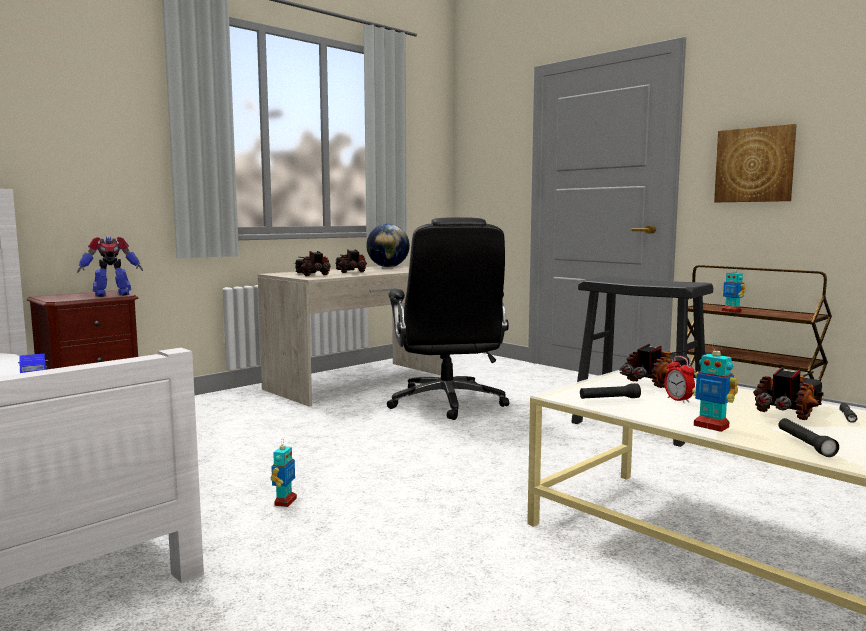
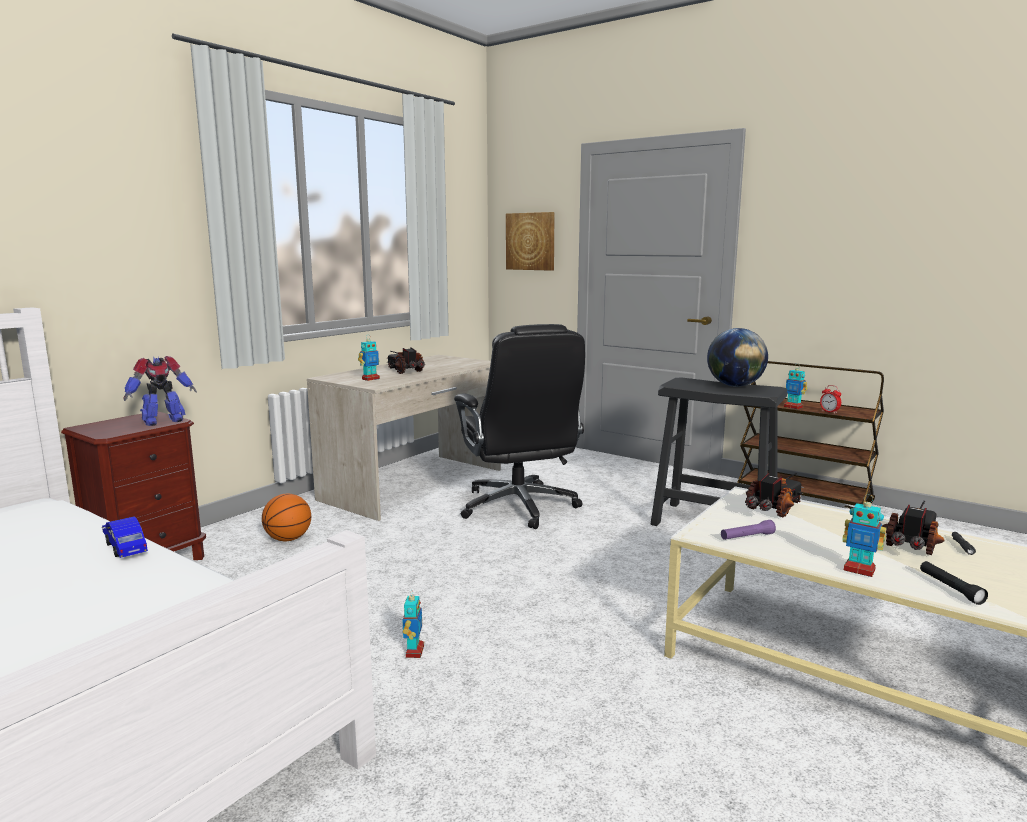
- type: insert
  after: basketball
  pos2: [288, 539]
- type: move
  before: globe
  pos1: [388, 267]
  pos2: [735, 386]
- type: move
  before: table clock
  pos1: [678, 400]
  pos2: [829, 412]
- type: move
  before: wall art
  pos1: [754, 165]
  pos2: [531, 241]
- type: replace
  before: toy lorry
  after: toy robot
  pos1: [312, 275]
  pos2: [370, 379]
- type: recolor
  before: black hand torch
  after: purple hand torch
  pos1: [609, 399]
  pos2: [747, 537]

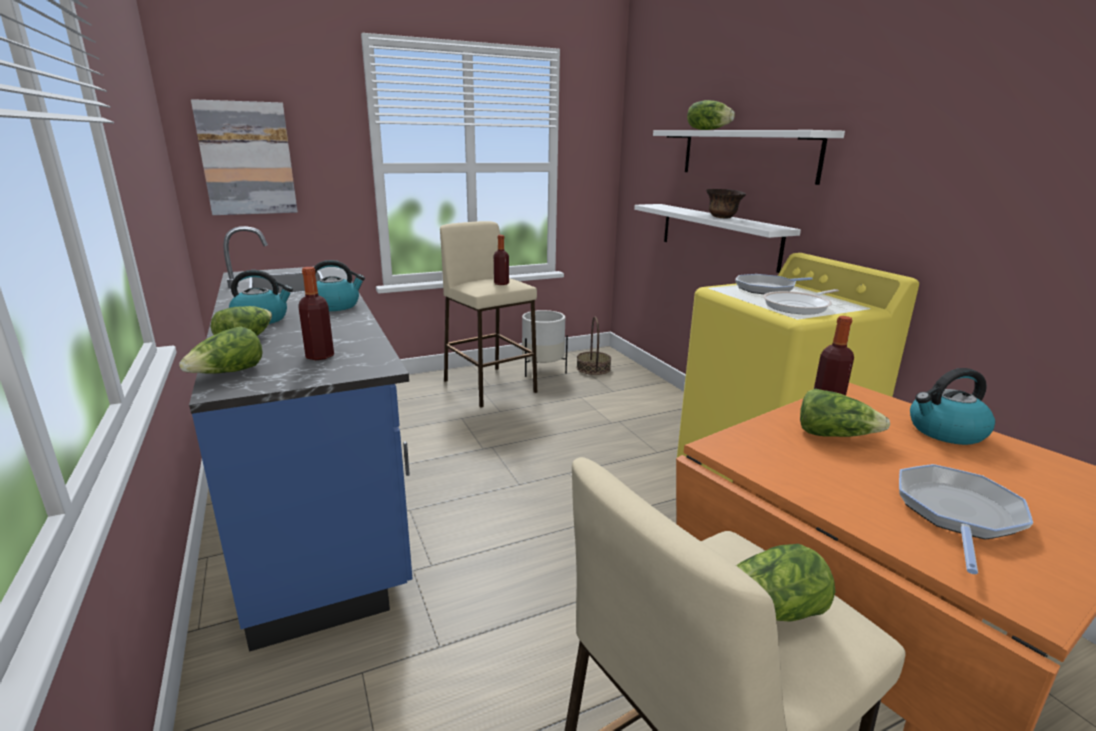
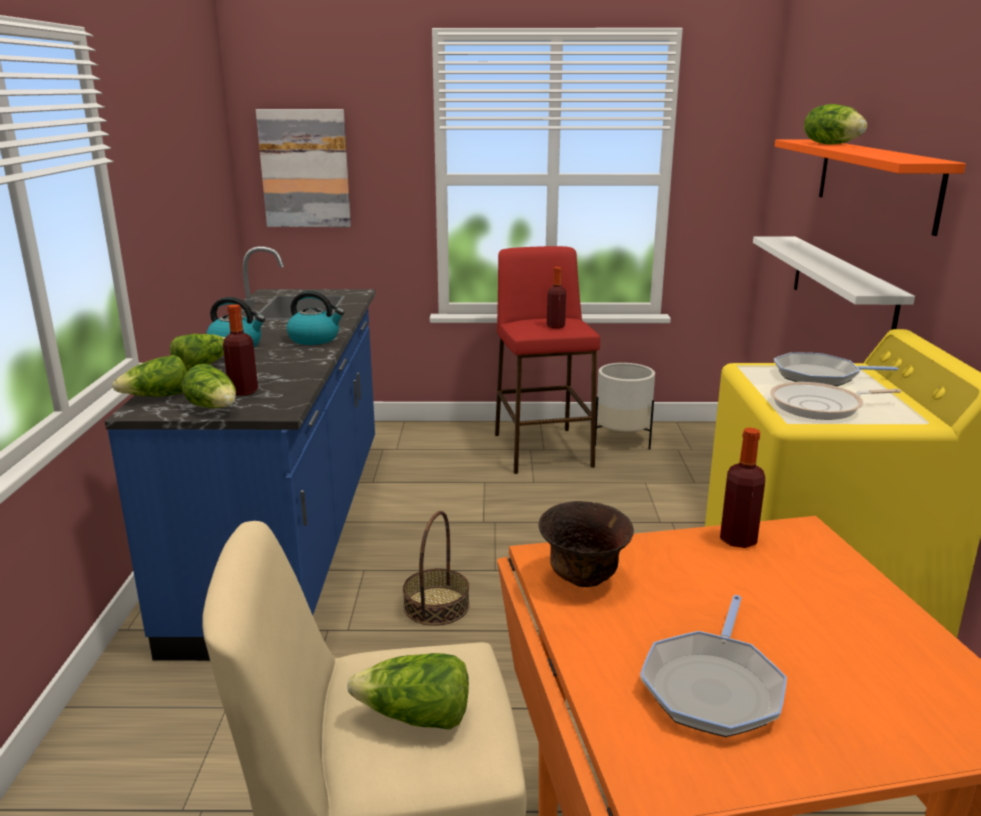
- type: delete
  before: kettle
  pos1: [945, 432]
- type: move
  before: household basket
  pos1: [593, 368]
  pos2: [436, 606]
- type: move
  before: brown bowl
  pos1: [722, 218]
  pos2: [583, 579]
- type: move
  before: lettuce
  pos1: [834, 435]
  pos2: [214, 408]
- type: recolor
  before: sand-coloured stool
  after: red-coloured stool
  pos1: [489, 386]
  pos2: [542, 450]
- type: recolor
  before: white-coloured wall shelf
  after: orange wall shelf
  pos1: [746, 154]
  pos2: [875, 181]
- type: rotate
  before: pan
  pos1: [957, 514]
  pos2: [713, 686]
  turn: 150

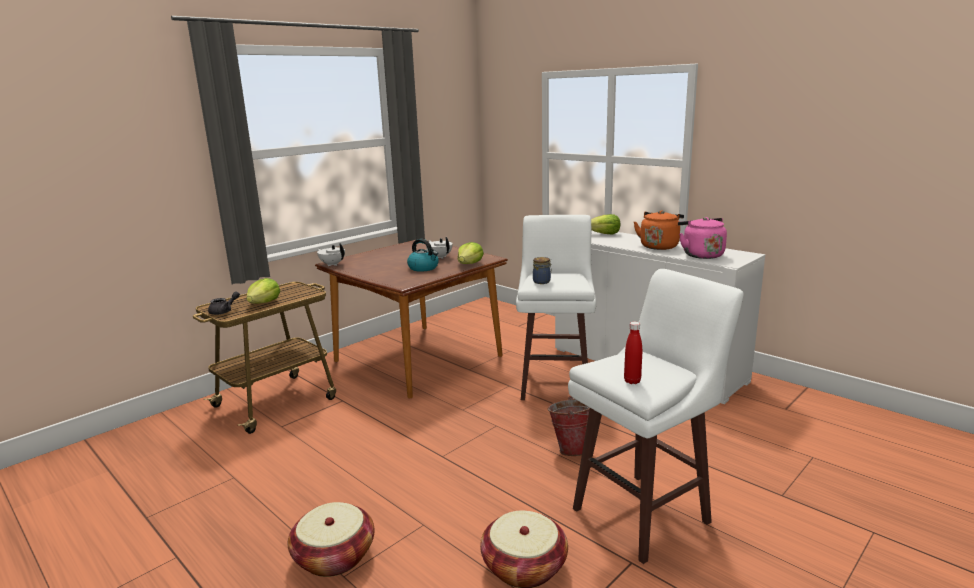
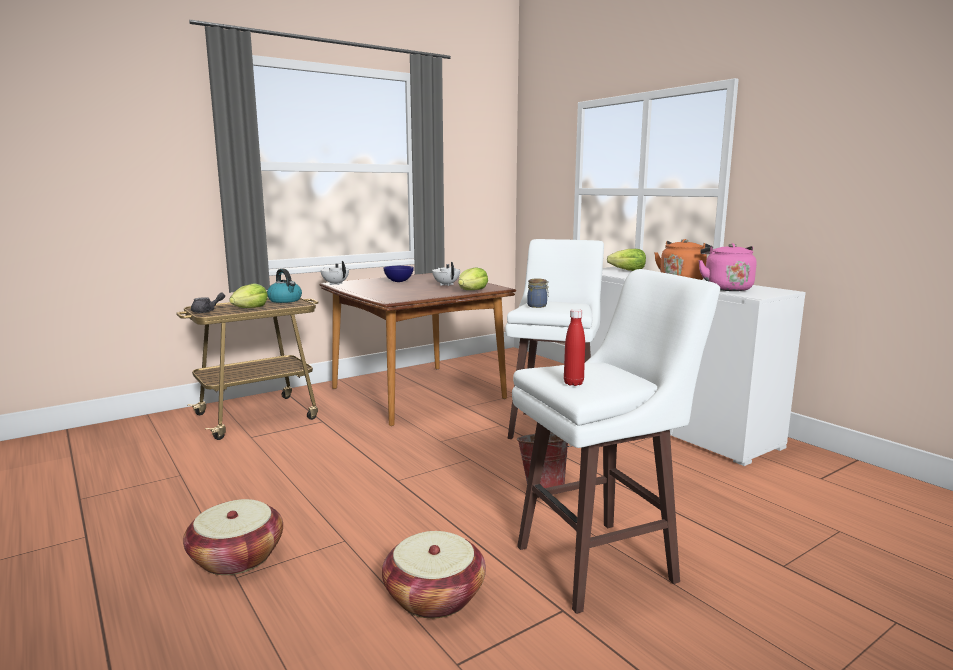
- type: insert
  after: blue-coloured bowl
  pos2: [399, 281]
- type: move
  before: kettle
  pos1: [424, 268]
  pos2: [285, 300]

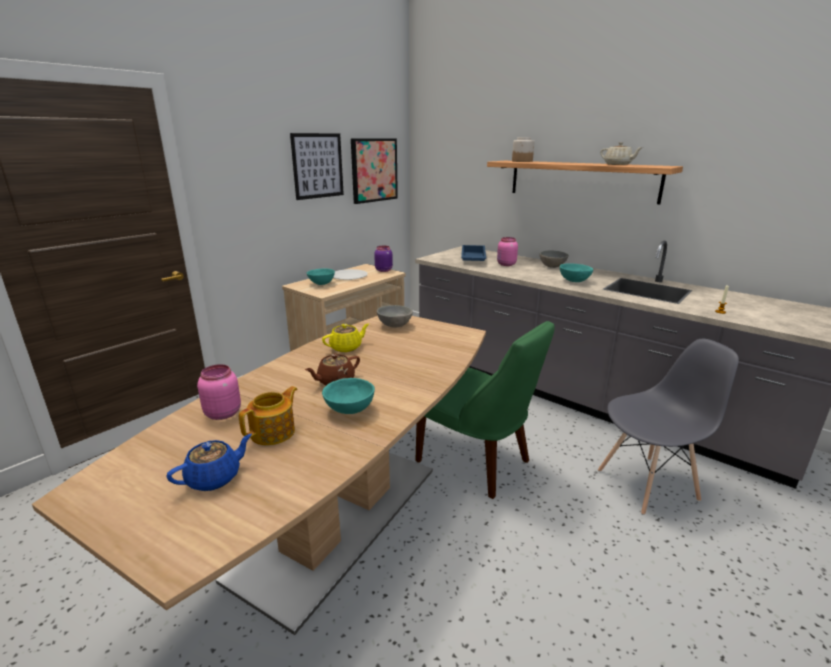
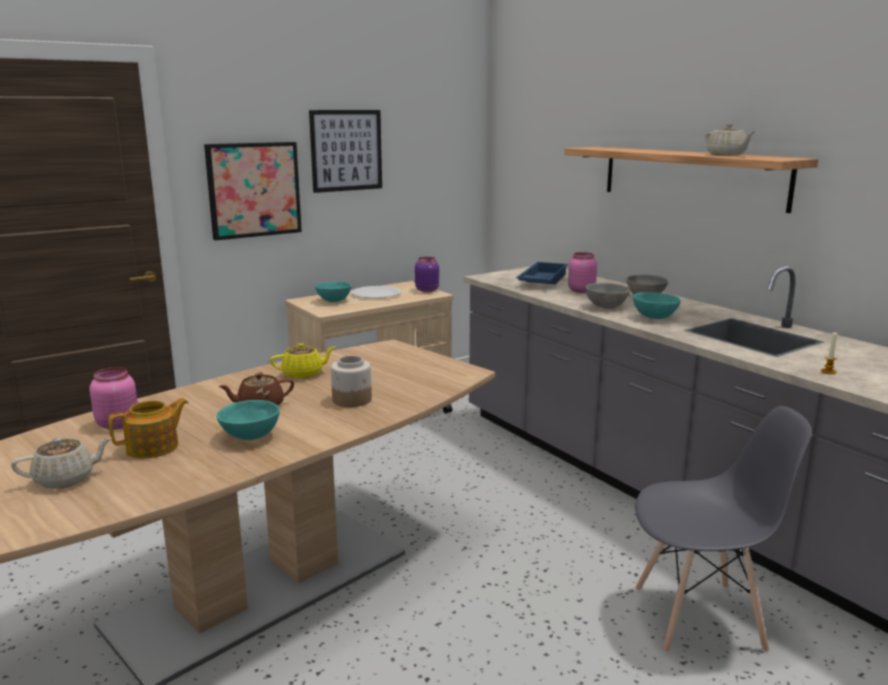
- type: delete
  before: green-coloured upright chair
  pos1: [477, 463]
- type: move
  before: wall art
  pos1: [374, 170]
  pos2: [254, 190]
- type: move
  before: gray bowl
  pos1: [395, 325]
  pos2: [606, 306]
- type: move
  before: preserve jar
  pos1: [522, 161]
  pos2: [352, 400]
- type: recolor
  before: blue-coloured teapot
  after: sand-coloured teapot
  pos1: [215, 478]
  pos2: [66, 479]

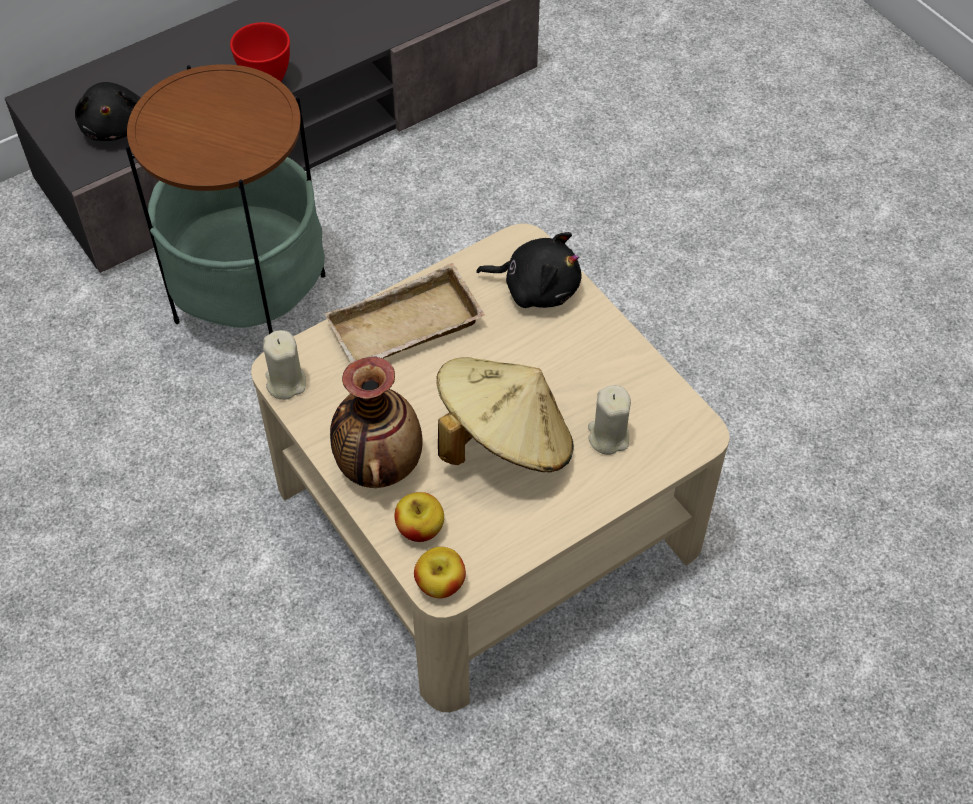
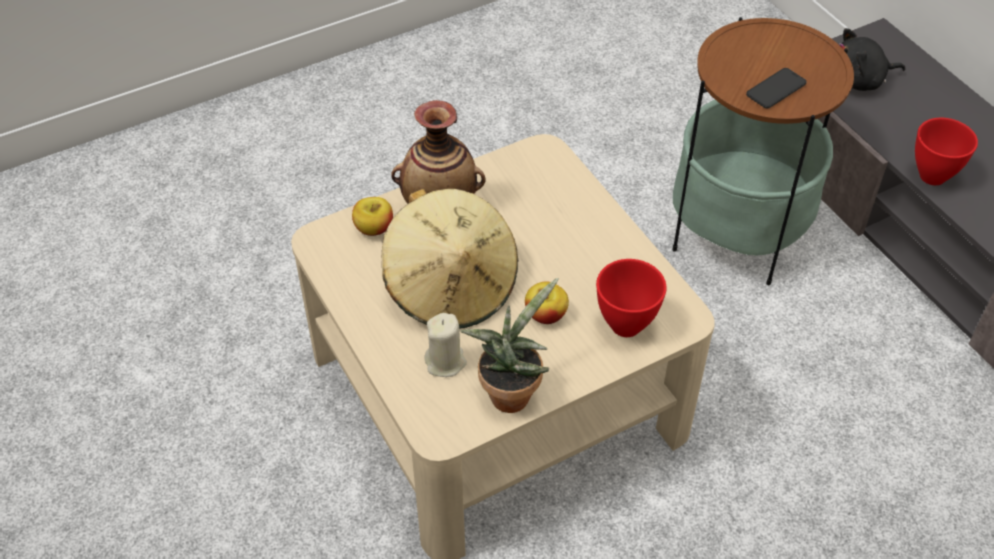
- type: delete
  before: sand-coloured wax light
  pos1: [285, 382]
- type: delete
  before: sand-coloured tray
  pos1: [405, 330]
- type: insert
  after: plant in a pot
  pos2: [511, 391]
- type: insert
  after: telephone
  pos2: [776, 89]
- type: move
  before: apple
  pos1: [440, 584]
  pos2: [546, 315]
- type: replace
  before: black cuddly toy
  after: red-coloured bowl
  pos1: [536, 288]
  pos2: [627, 325]

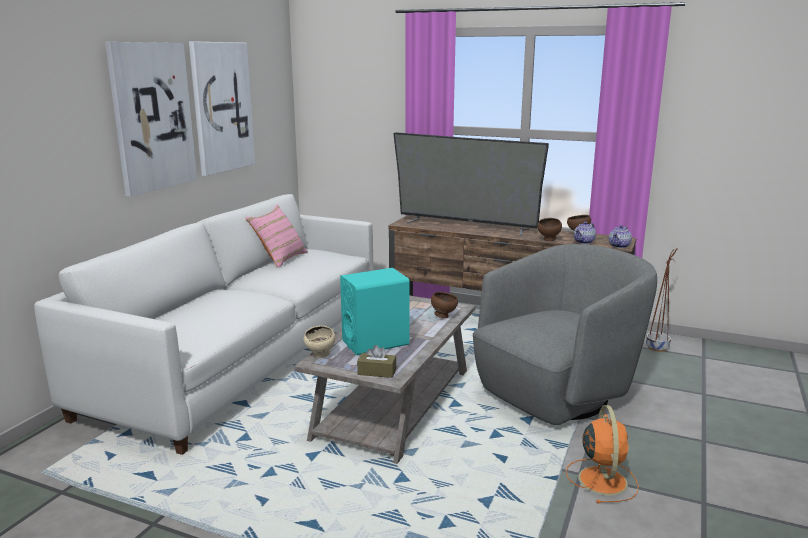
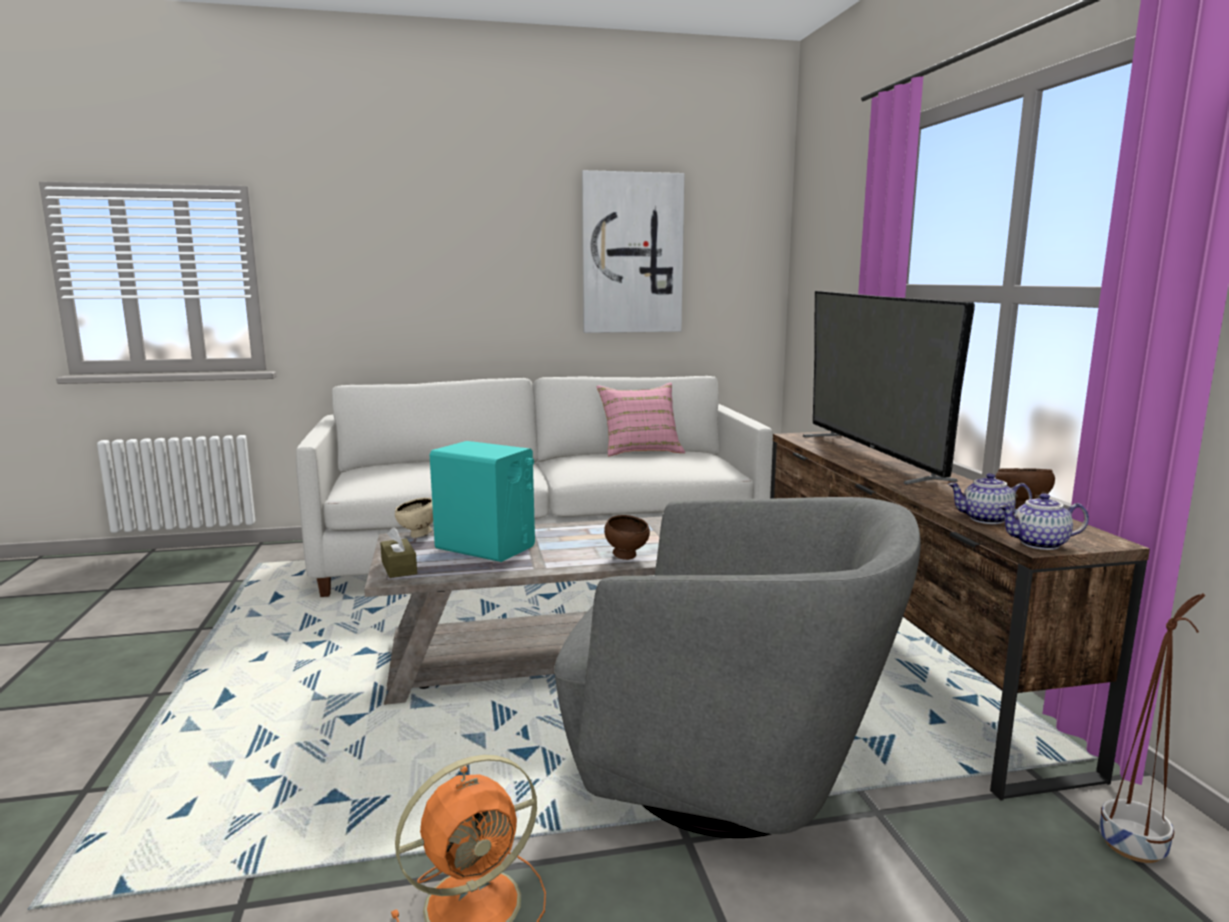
- type: delete
  before: wall art
  pos1: [152, 117]
- type: delete
  before: brown bowl
  pos1: [549, 240]

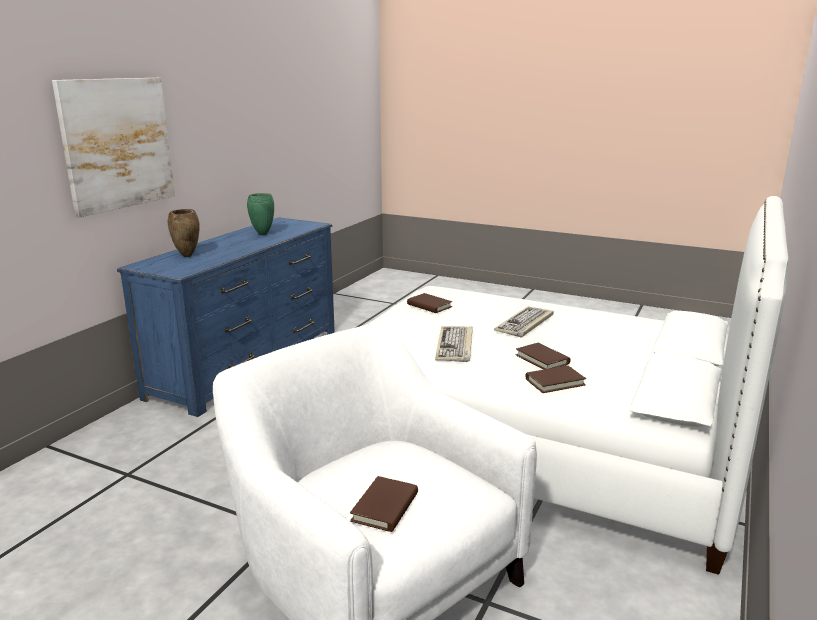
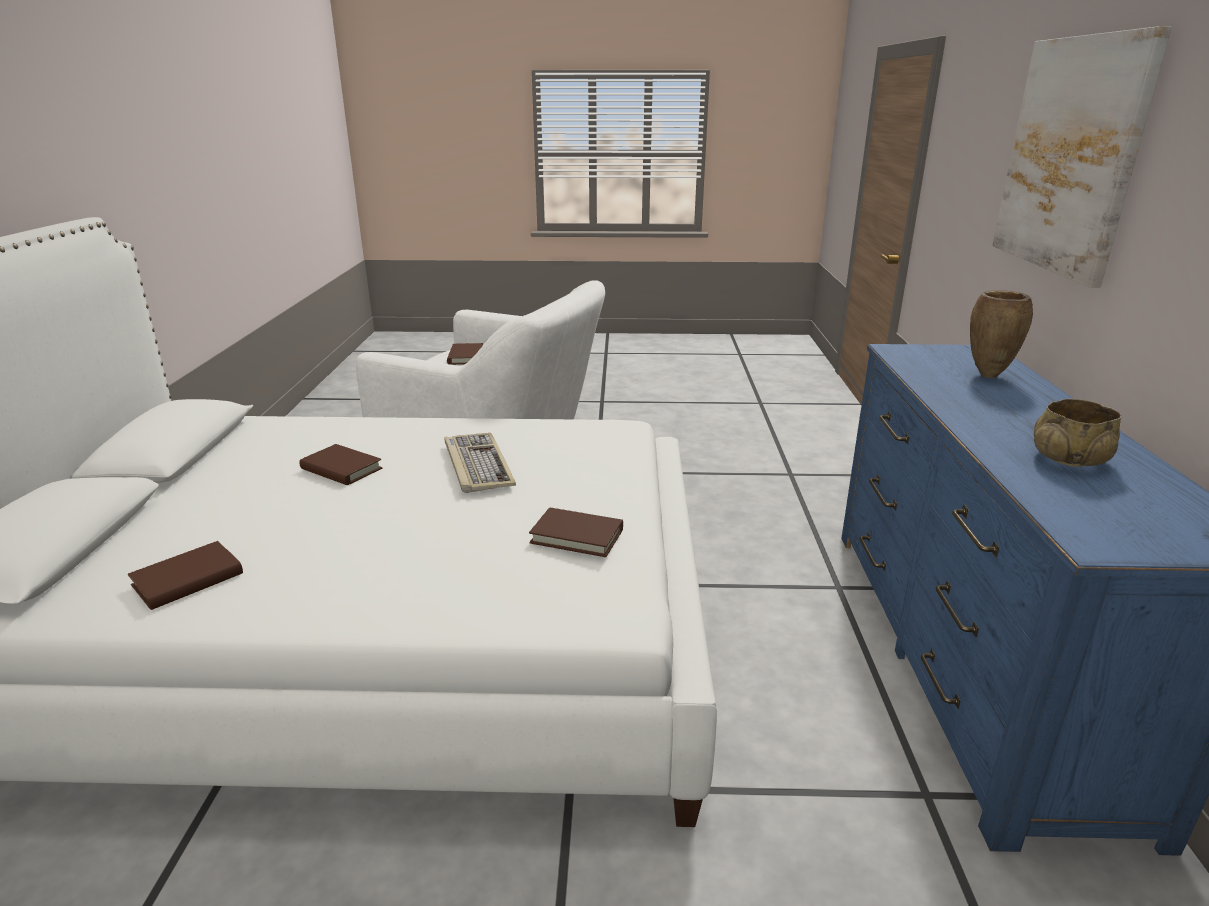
- type: delete
  before: computer keyboard
  pos1: [525, 324]
- type: move
  before: brown book
  pos1: [555, 382]
  pos2: [188, 580]
- type: replace
  before: green-coloured flower vase
  after: sand-coloured bowl
  pos1: [262, 234]
  pos2: [1069, 459]

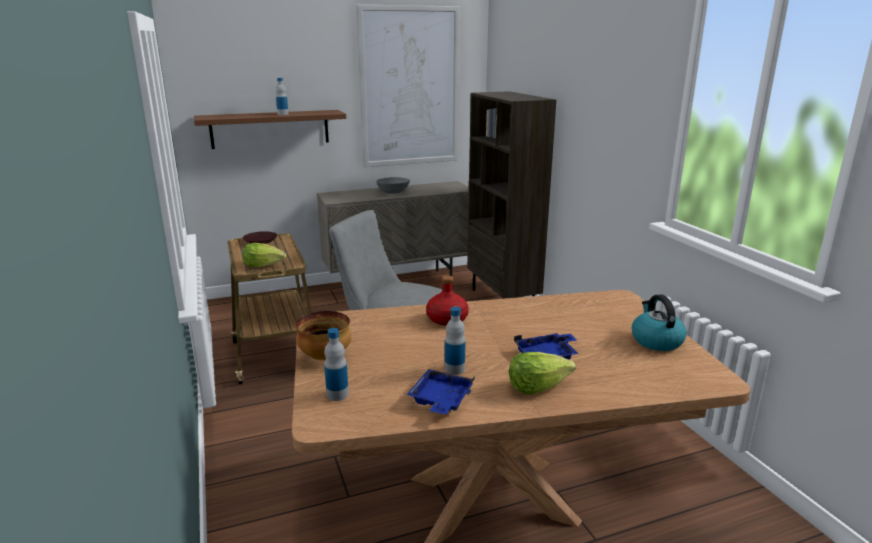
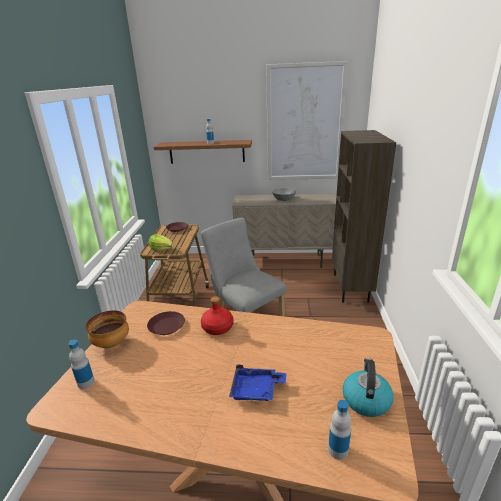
- type: delete
  before: blue-coloured tray
  pos1: [441, 400]
- type: delete
  before: lettuce
  pos1: [537, 386]
- type: insert
  after: brown plate
  pos2: [167, 326]
- type: move
  before: beverage bottle
  pos1: [454, 369]
  pos2: [338, 450]

